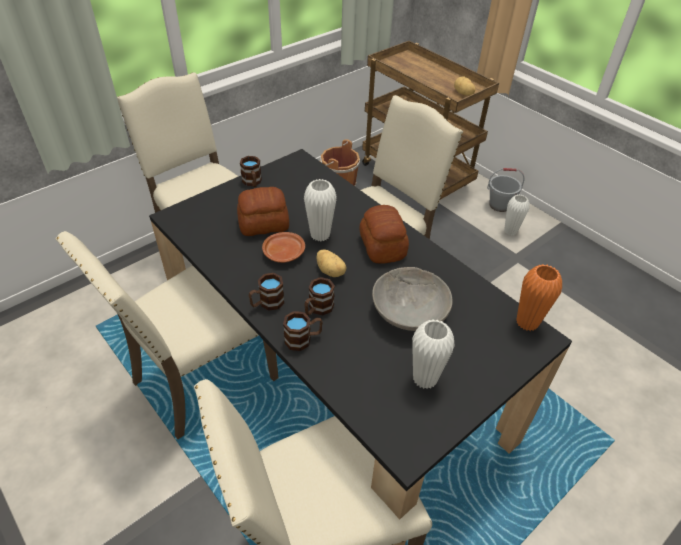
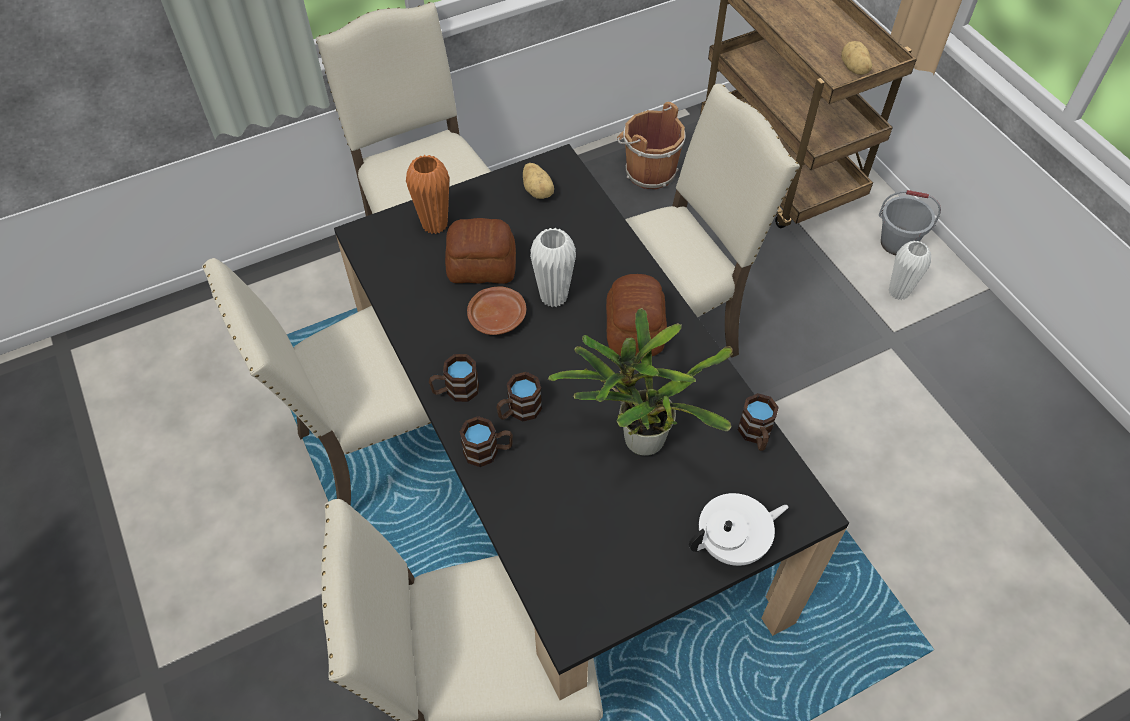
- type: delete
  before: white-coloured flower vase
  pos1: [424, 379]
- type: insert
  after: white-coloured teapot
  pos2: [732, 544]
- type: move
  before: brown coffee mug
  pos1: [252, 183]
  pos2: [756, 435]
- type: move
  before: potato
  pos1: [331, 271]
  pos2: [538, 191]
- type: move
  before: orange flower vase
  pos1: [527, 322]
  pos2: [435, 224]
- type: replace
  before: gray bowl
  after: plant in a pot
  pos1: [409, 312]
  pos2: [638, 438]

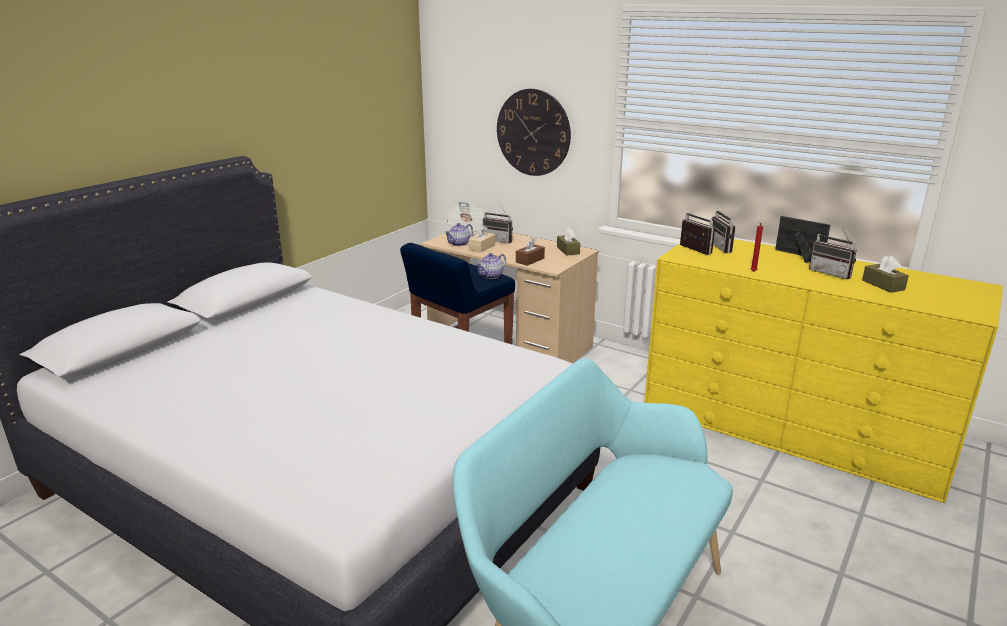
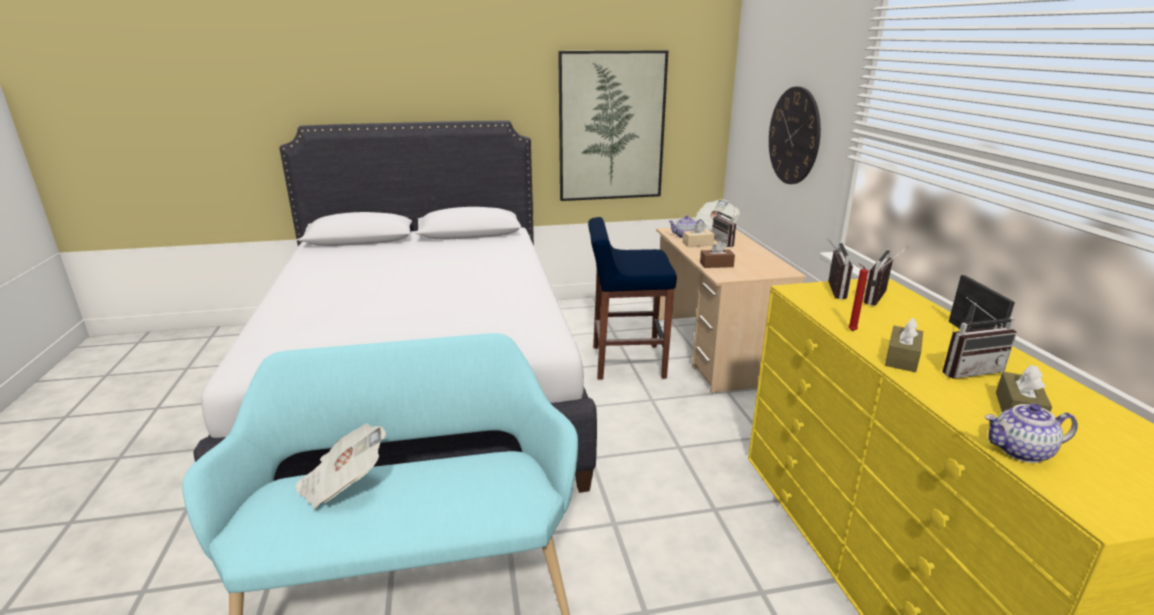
- type: insert
  after: daily paper
  pos2: [343, 484]
- type: insert
  after: wall art
  pos2: [611, 127]
- type: move
  before: teapot
  pos1: [491, 276]
  pos2: [1021, 452]
- type: move
  before: brown tissue box
  pos1: [568, 250]
  pos2: [902, 358]
- type: rotate
  before: radio receiver
  pos1: [832, 273]
  pos2: [967, 369]
  turn: -105

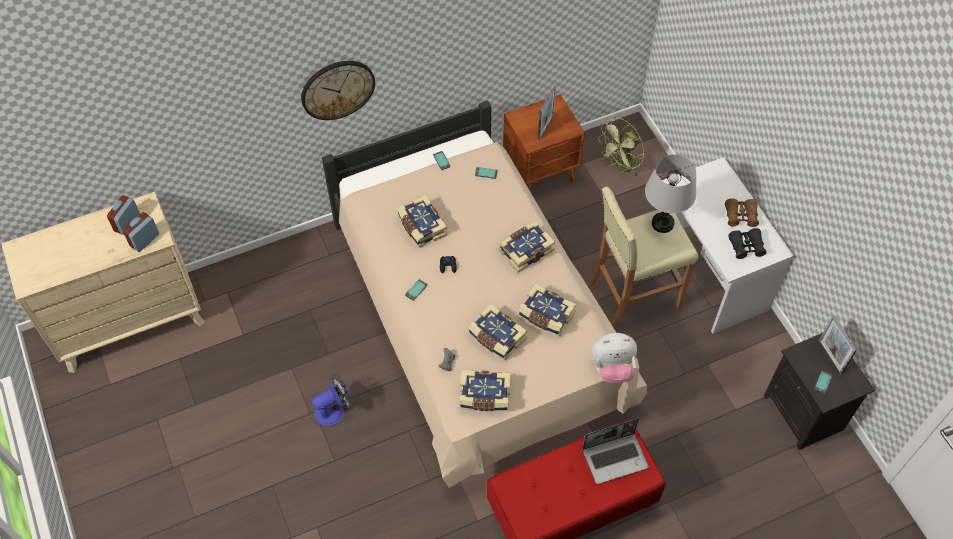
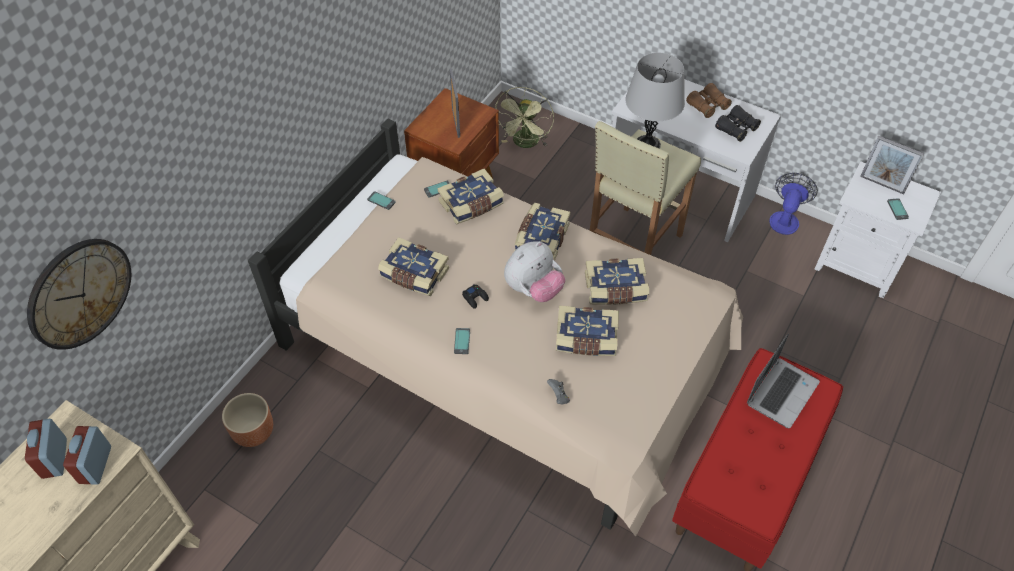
- type: insert
  after: brown flower pot
  pos2: [253, 432]
- type: move
  before: clock on the wall
  pos1: [337, 89]
  pos2: [79, 293]
- type: move
  before: electric fan
  pos1: [334, 410]
  pos2: [785, 218]
- type: move
  before: book
  pos1: [484, 396]
  pos2: [472, 205]
- type: move
  before: cuddly toy
  pos1: [612, 368]
  pos2: [533, 289]
- type: recolor
  before: black night table
  after: white-coloured night table
  pos1: [804, 413]
  pos2: [859, 264]

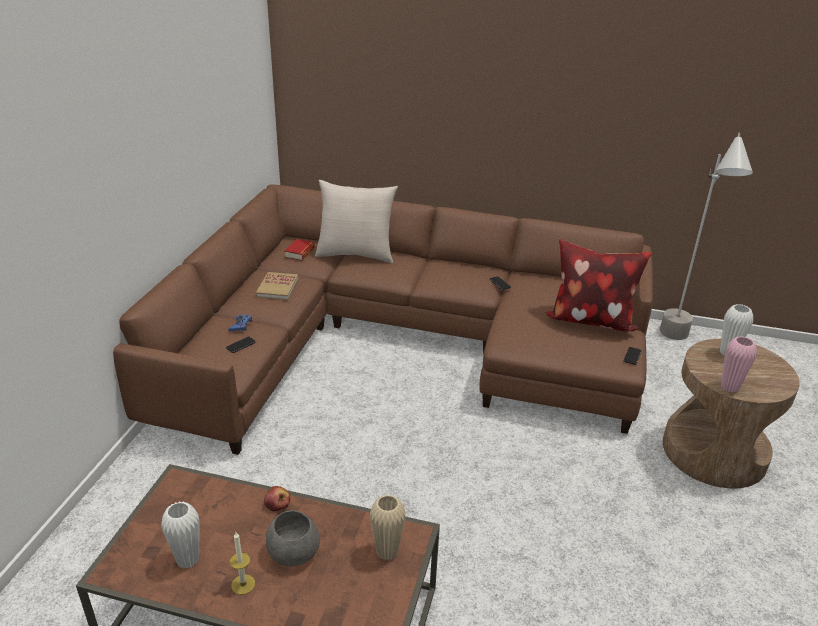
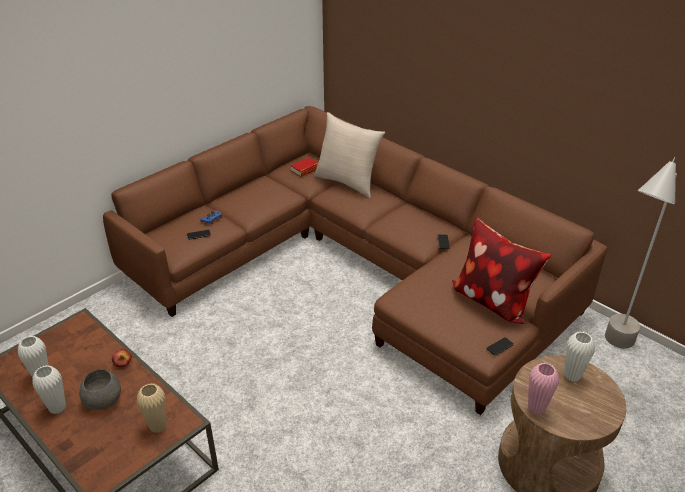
- type: delete
  before: book
  pos1: [277, 288]
- type: replace
  before: wax light
  after: white-coloured flower vase
  pos1: [243, 584]
  pos2: [57, 407]

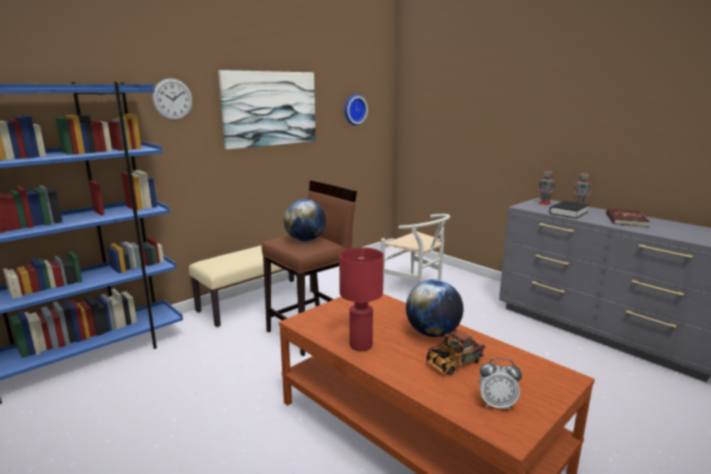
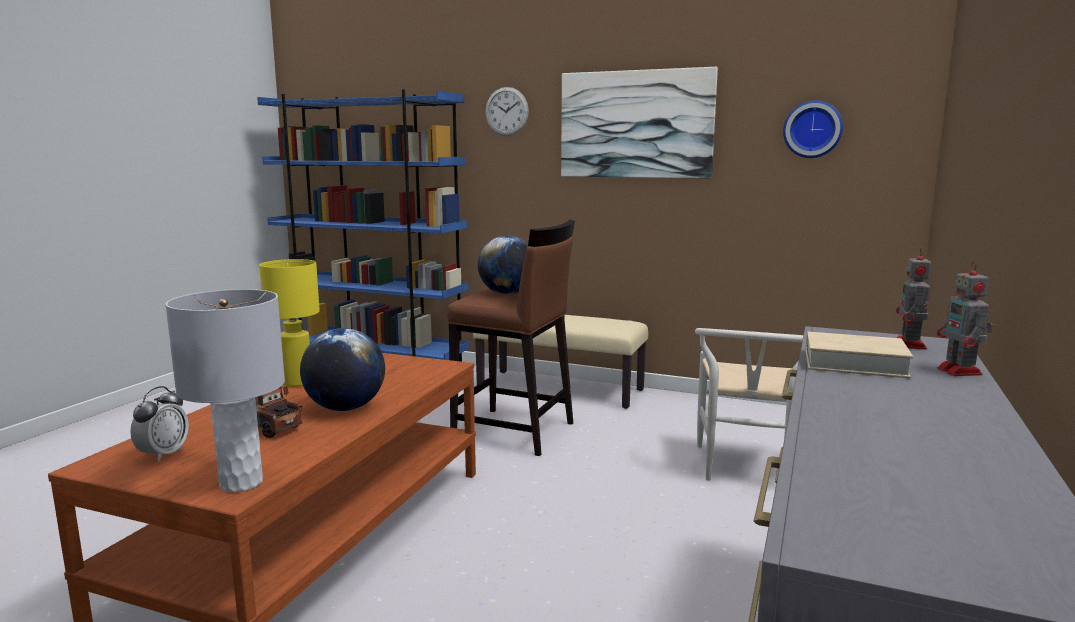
- type: delete
  before: red-coloured book
  pos1: [625, 220]
- type: insert
  after: gray lamp for a table
  pos2: [240, 483]
- type: recolor
  before: red-coloured lamp for a table
  after: yellowish lamp for a table
  pos1: [360, 345]
  pos2: [298, 382]
- type: recolor
  before: black book
  after: sand-coloured book
  pos1: [568, 213]
  pos2: [854, 363]
- type: rotate
  before: table clock
  pos1: [497, 404]
  pos2: [163, 454]
  turn: -150

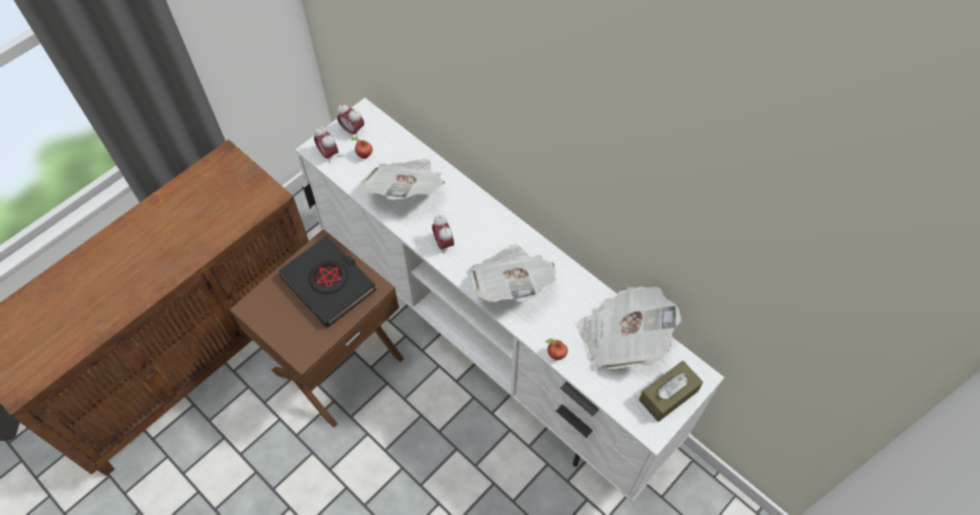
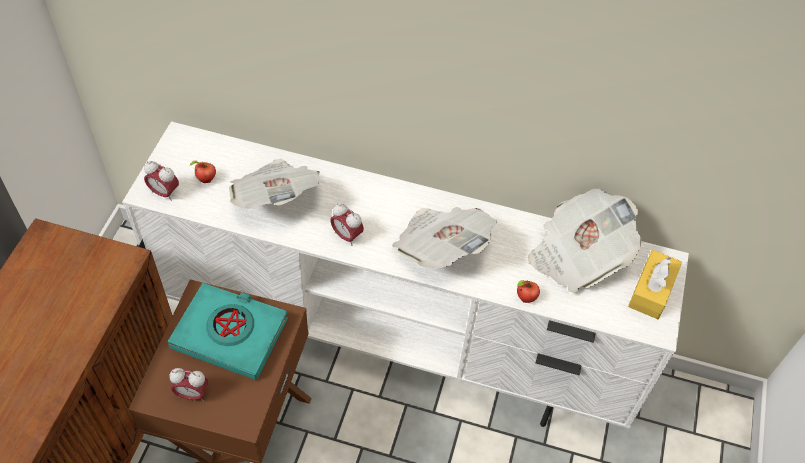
- type: move
  before: table clock
  pos1: [352, 130]
  pos2: [192, 394]
- type: recolor
  before: black book
  after: turquoise book
  pos1: [329, 284]
  pos2: [230, 334]
- type: recolor
  before: brown tissue box
  after: yellowish tissue box
  pos1: [668, 395]
  pos2: [651, 291]

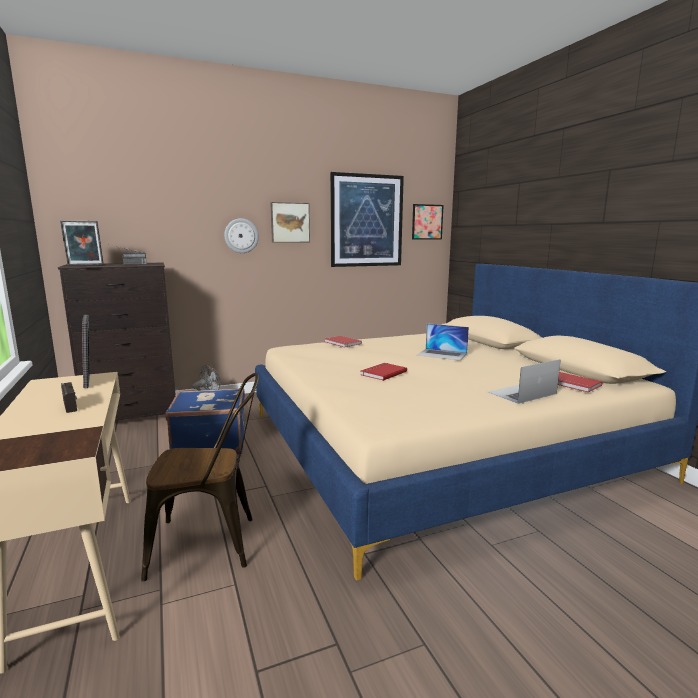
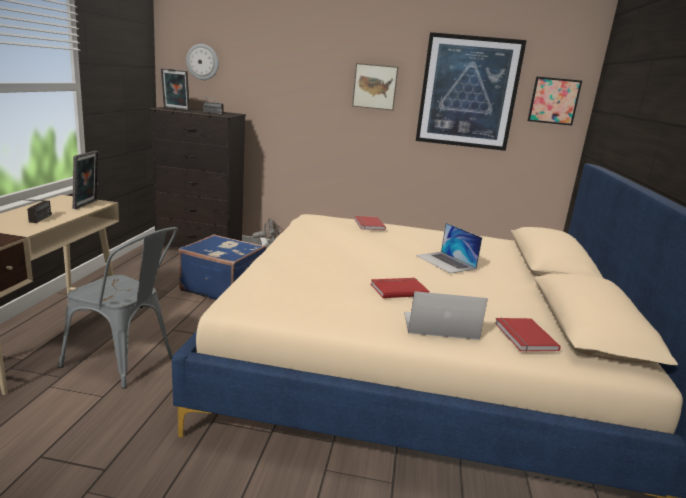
- type: move
  before: clock on the wall
  pos1: [241, 235]
  pos2: [202, 62]
- type: move
  before: red-coloured book
  pos1: [382, 373]
  pos2: [398, 289]
- type: recolor
  before: brown upright chair
  after: gray upright chair
  pos1: [212, 544]
  pos2: [126, 362]

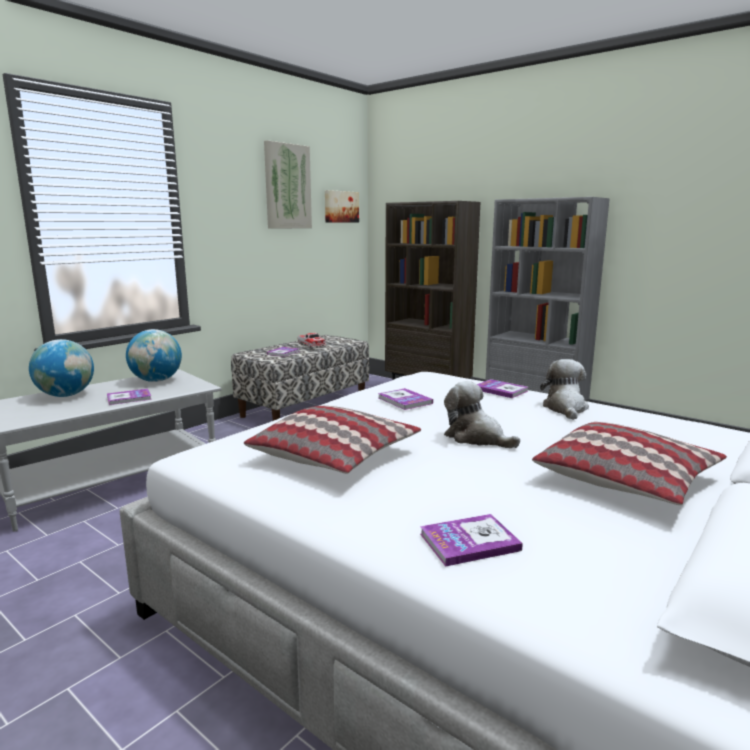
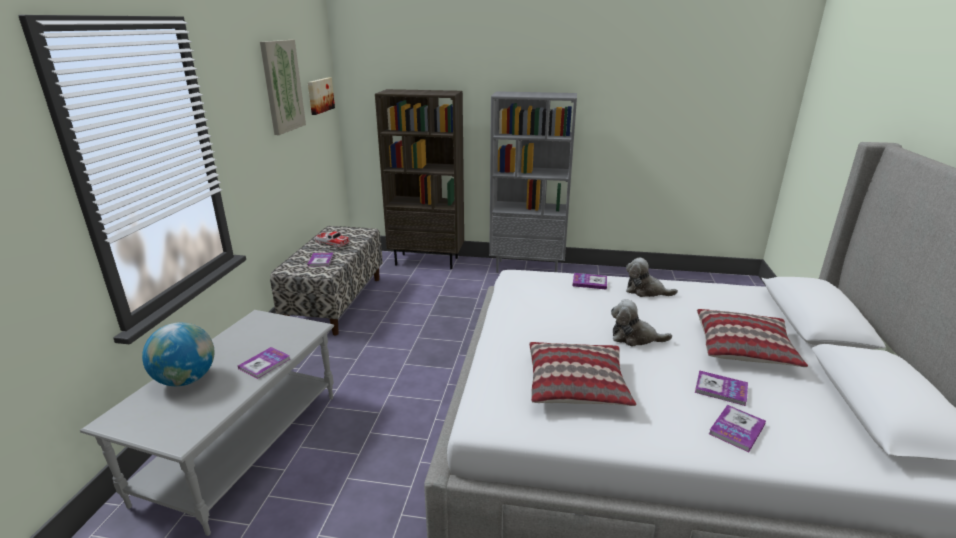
- type: delete
  before: globe
  pos1: [156, 381]
- type: move
  before: book
  pos1: [404, 400]
  pos2: [721, 389]
- type: rotate
  before: cuddly toy
  pos1: [565, 408]
  pos2: [645, 291]
  turn: -45

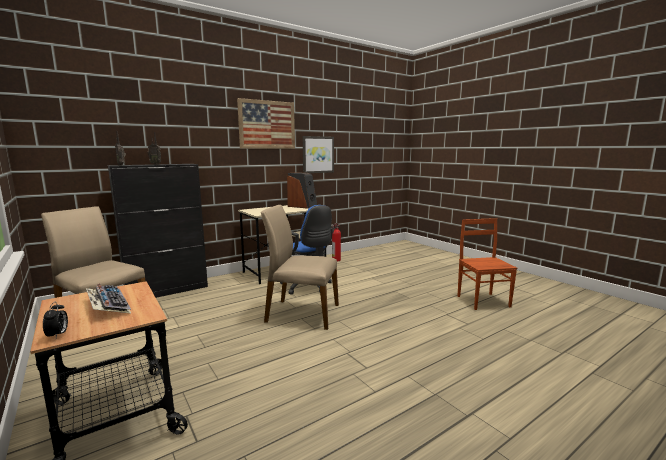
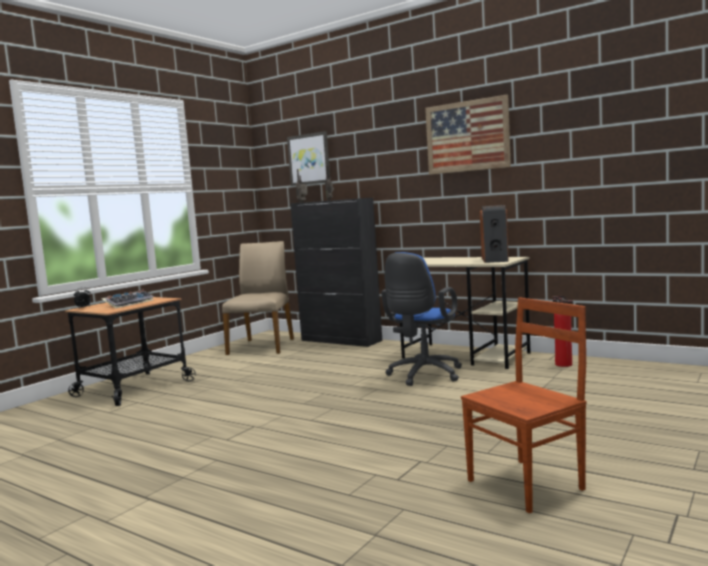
- type: delete
  before: sand-coloured upright chair
  pos1: [301, 313]
- type: move
  before: wall art
  pos1: [318, 154]
  pos2: [309, 159]

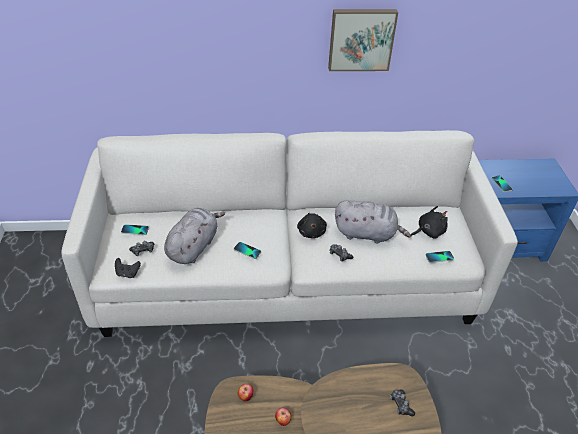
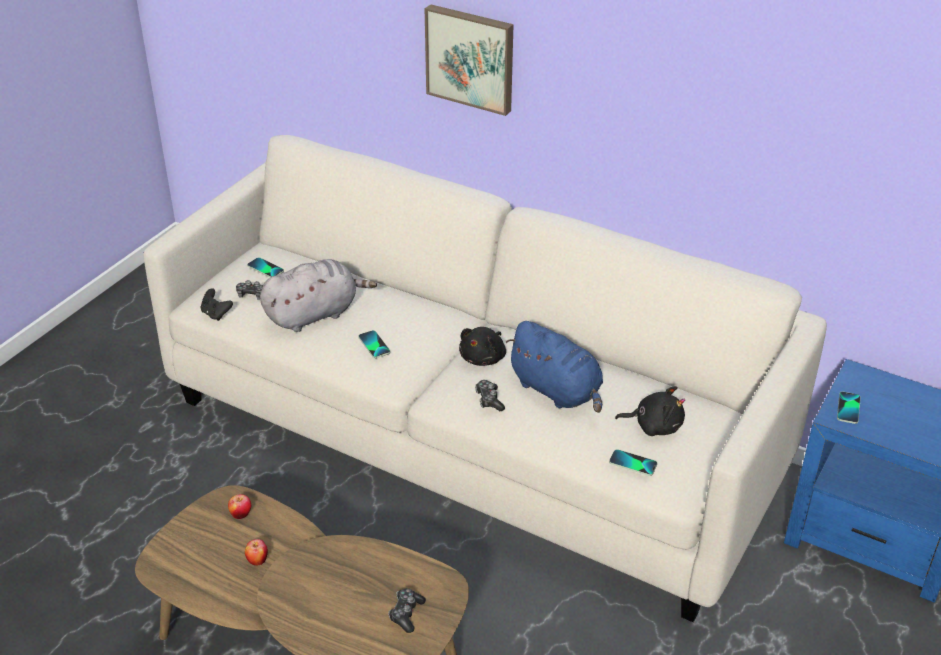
- type: move
  before: wall art
  pos1: [361, 39]
  pos2: [471, 58]
- type: recolor
  before: gray cuddly toy
  after: blue-coloured cuddly toy
  pos1: [367, 234]
  pos2: [557, 391]

